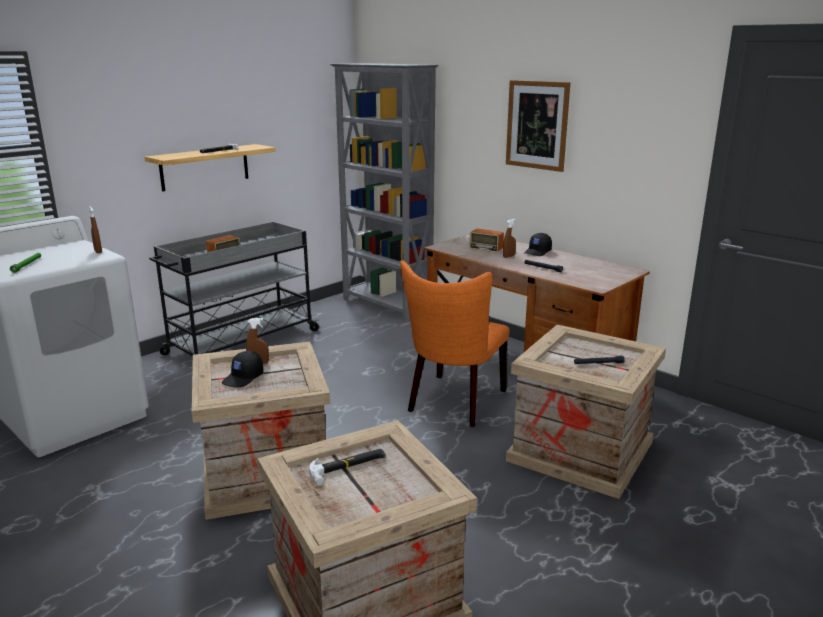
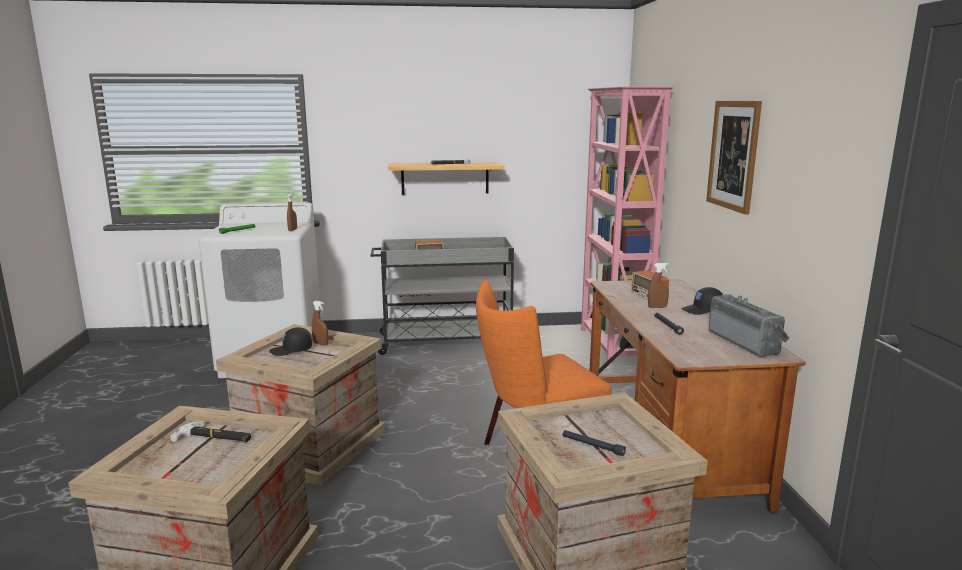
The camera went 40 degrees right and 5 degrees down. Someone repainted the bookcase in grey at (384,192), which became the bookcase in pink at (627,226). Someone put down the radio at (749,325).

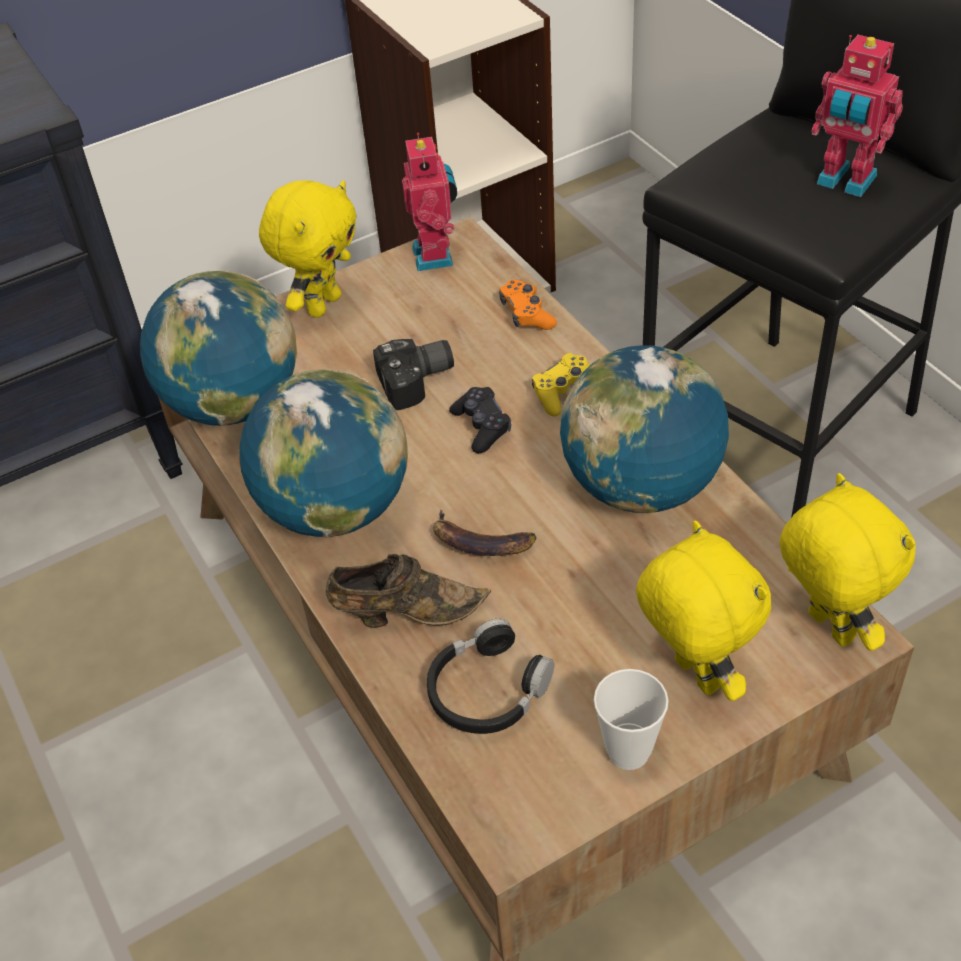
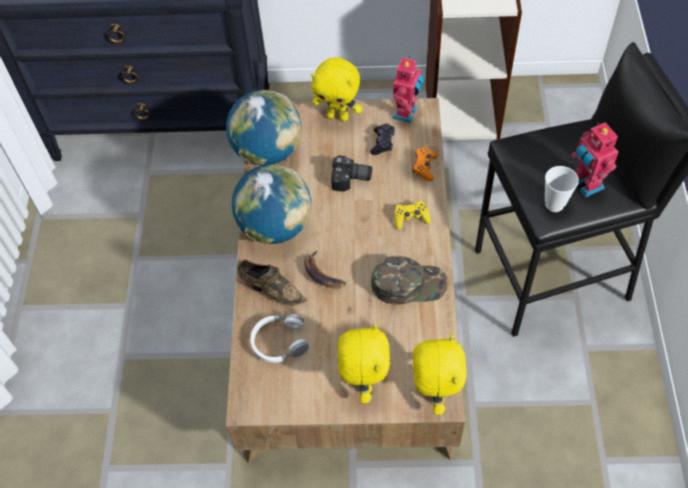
The camera went 30 degrees right and 10 degrees up. Someone repainted the headphones in black at (490,676), which became the headphones in white at (279,338). Someone rotated the plush toy in yellow at (308,249) by 45 degrees clockwise. Someone carried the game controller in black from (480,420) to (382,139). Someone swapped the globe at (644,429) for the cap in green at (409,280). Someone carried the cup from (631,719) to (562,189).

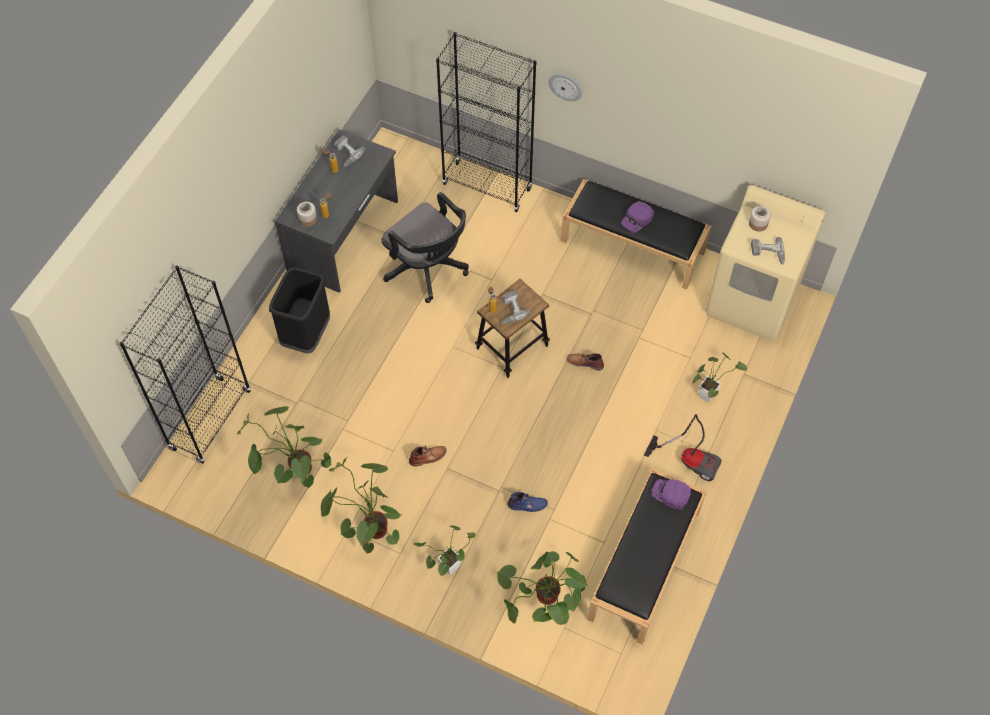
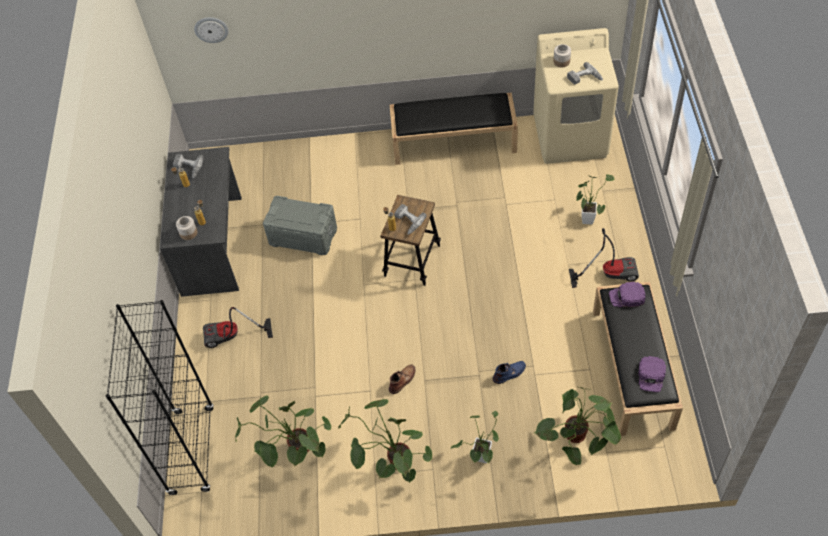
The camera went 25 degrees left and 5 degrees down. Someone carried the wall clock from (565,87) to (211,30). Someone swapped the trash can in black at (299,310) for the vacuum cleaner at (238,327). Someone swapped the office chair in black at (425,247) for the storage box in grey at (300,225). Someone carried the cap in purple from (637,217) to (652,374). Someone took away the bookcase in black at (486,122). Someone took away the boot in brown at (585,361).

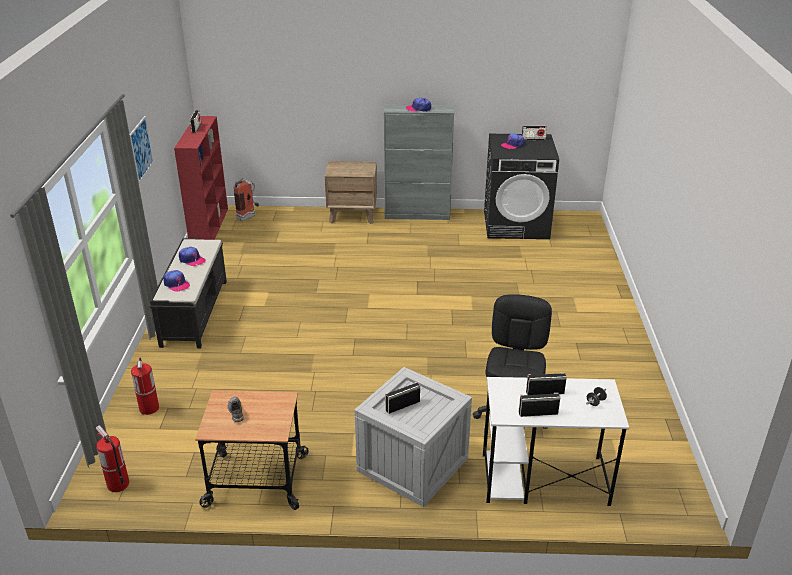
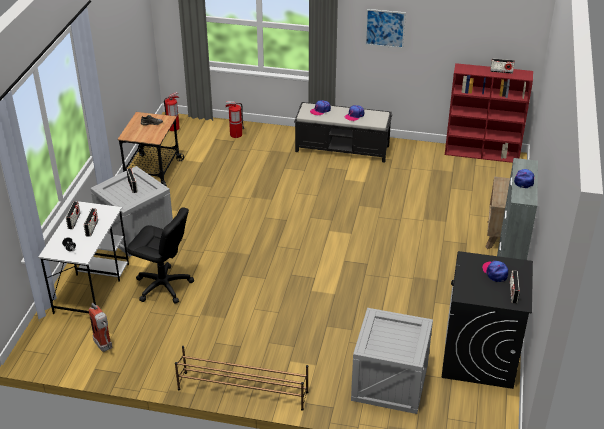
The camera went 100 degrees right and 5 degrees up. Someone carried the fire extinguisher from (246,199) to (101,327). Someone put down the shoe rack in brown at (241,378). Someone put down the crate at (392,361).

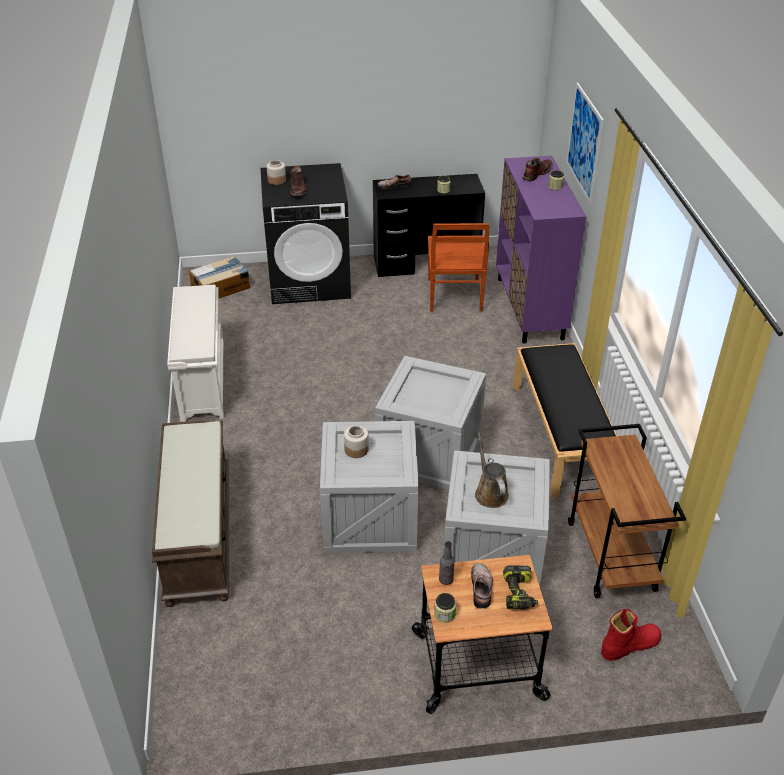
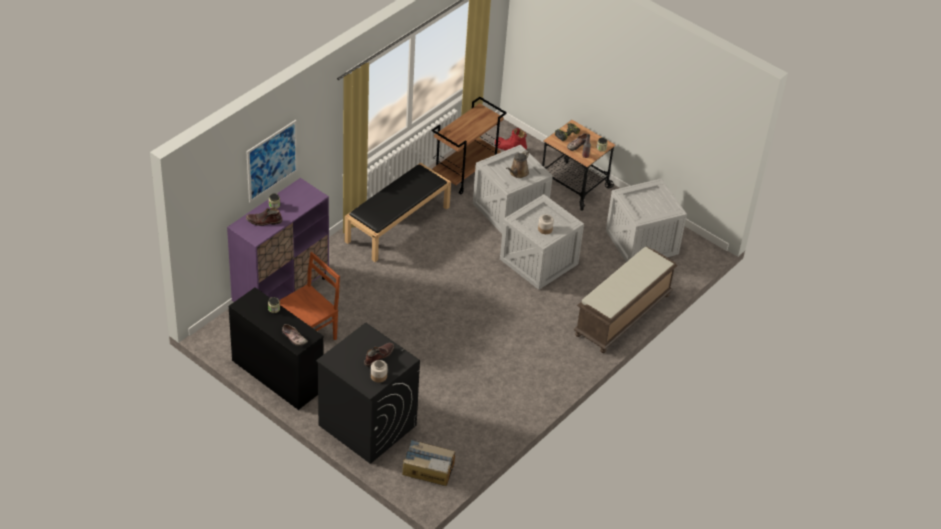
The camera went 135 degrees left and 5 degrees up. Someone carried the crate from (430,423) to (646,220). Someone took away the shoe rack in white at (195,353).

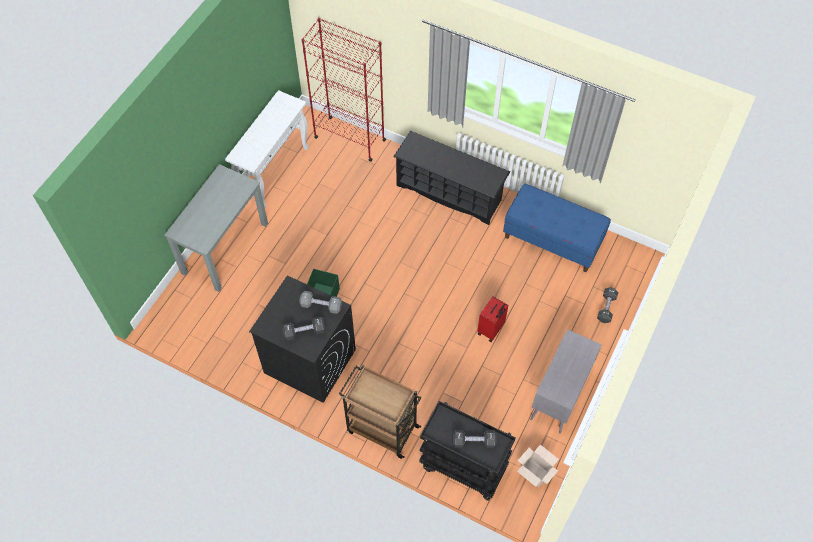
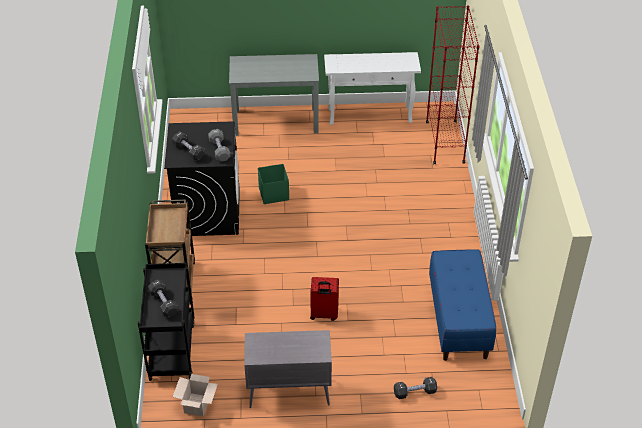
The camera went 60 degrees right and 15 degrees down. Someone took away the shoe rack in black at (451,178).

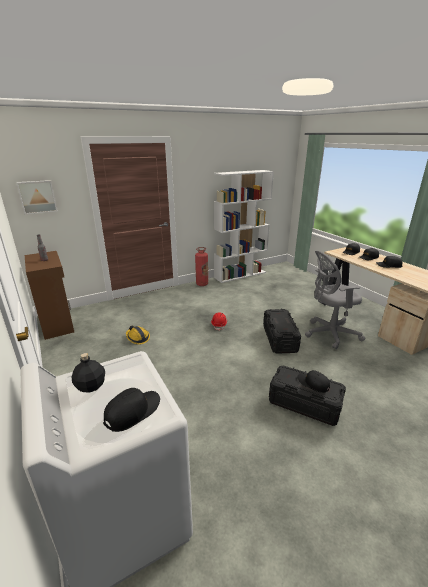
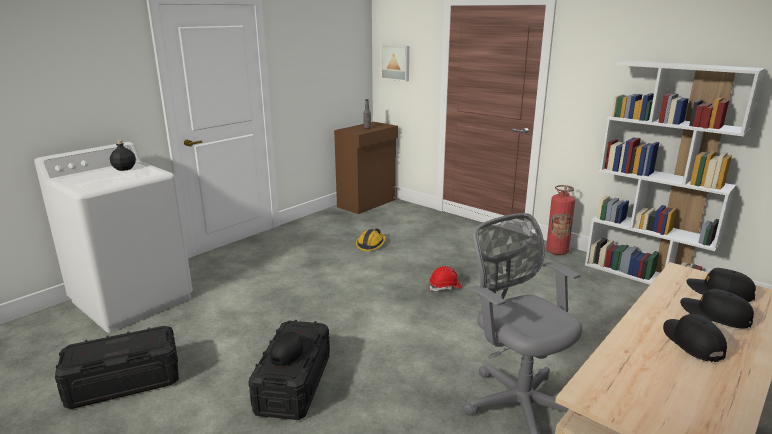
The camera went 70 degrees right and 5 degrees down. Someone carried the storage box in black from (282,331) to (117,367). Someone took away the cap in black at (131,410).

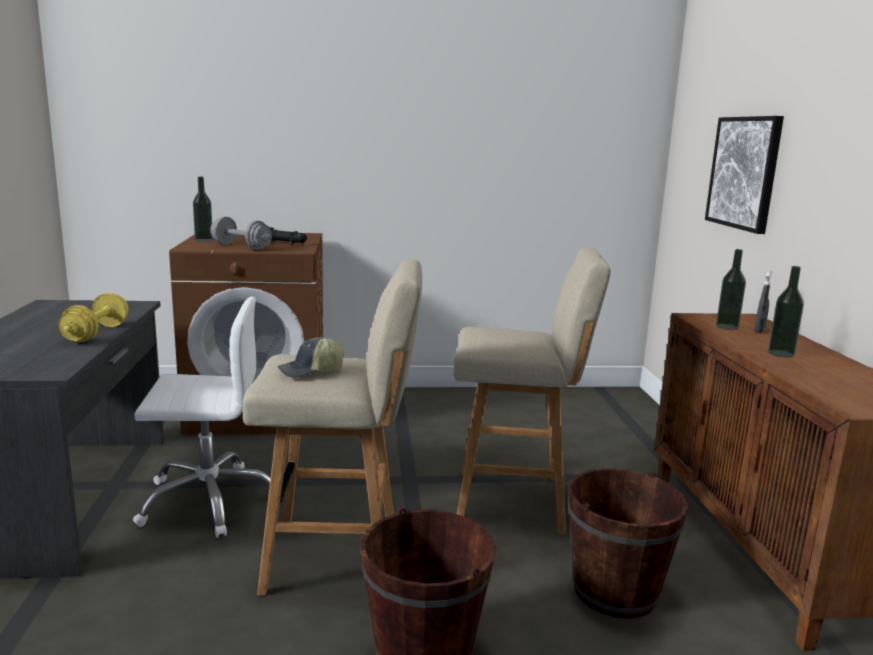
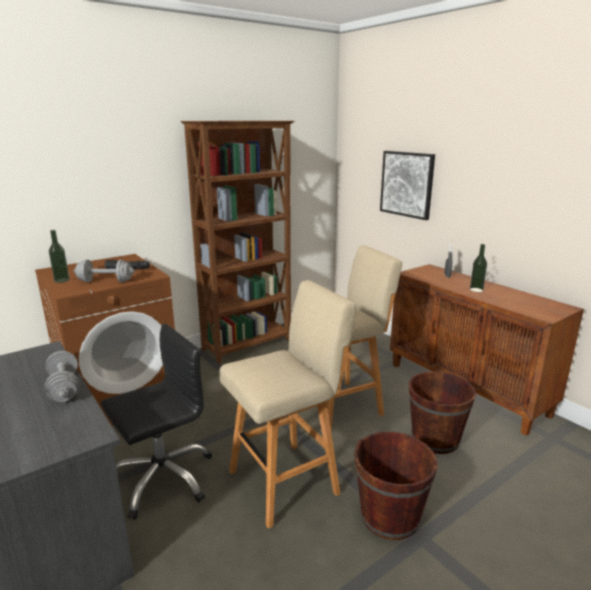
The camera went 30 degrees left and 5 degrees up. Someone repainted the dumbbell in yellow at (93,317), which became the dumbbell in grey at (62,376). Someone repainted the office chair in white at (202,417), which became the office chair in black at (156,421). Someone put down the bookcase in brown at (238,242). Someone took away the cap at (311,357). Someone took away the bottle at (731,289).

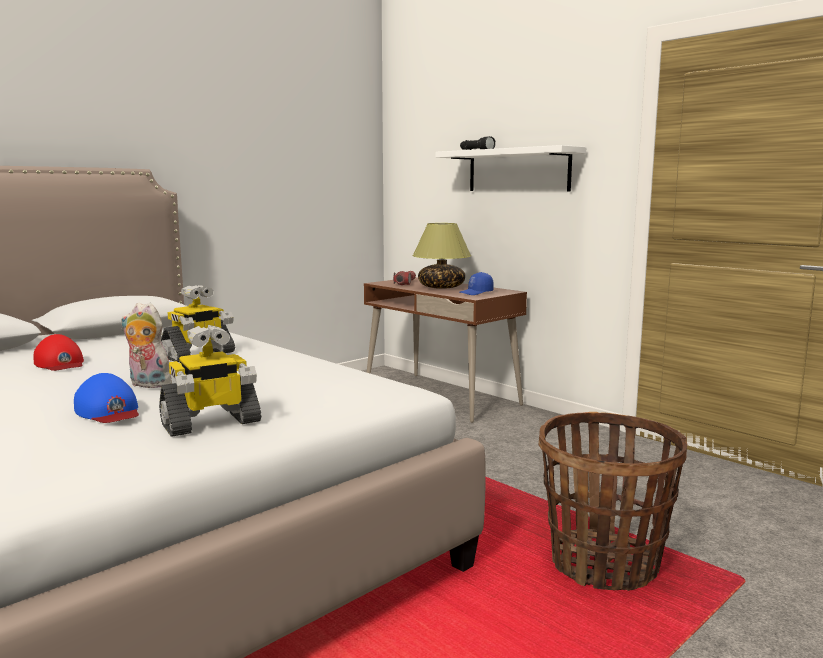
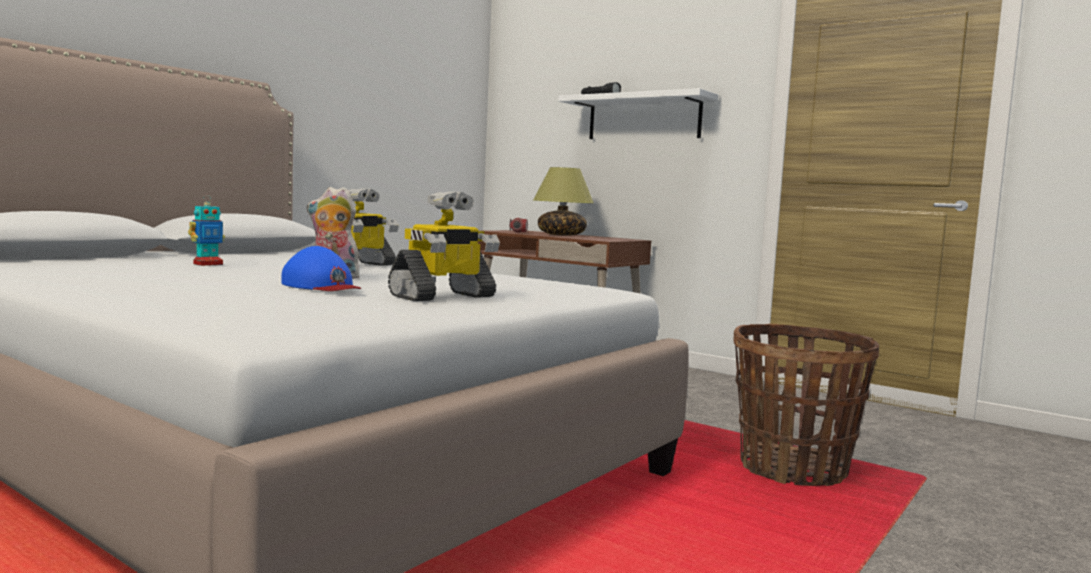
The camera went 10 degrees left and 5 degrees down. Someone swapped the cap in red at (59,352) for the toy robot at (206,230). Someone took away the cap in blue at (476,283).

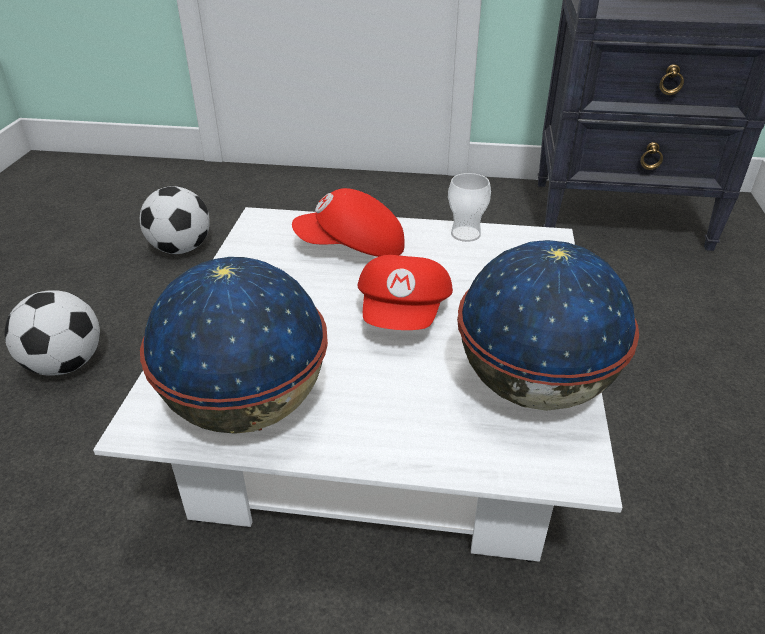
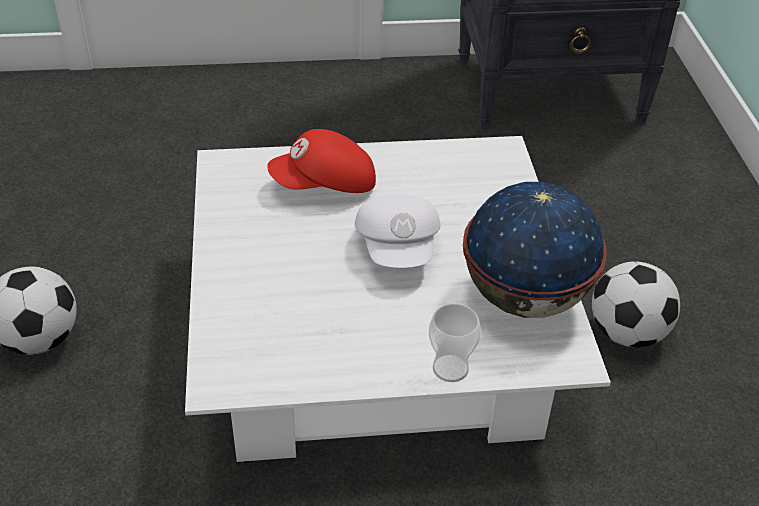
The camera went 15 degrees left and 5 degrees up. Someone repainted the cap in red at (405,292), which became the cap in white at (398,231). Someone carried the cup from (469,207) to (455,343). Someone carried the football from (175,220) to (636,304). Someone took away the globe at (234,345).

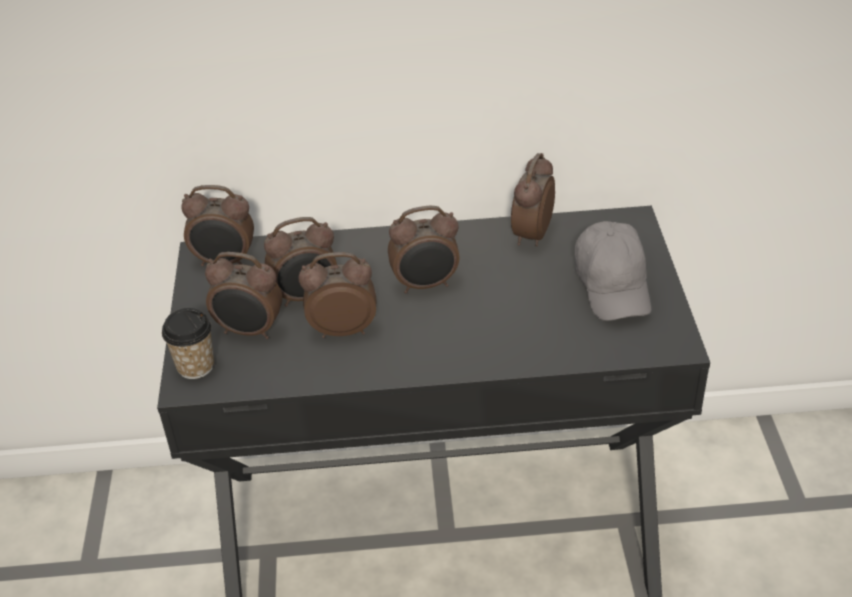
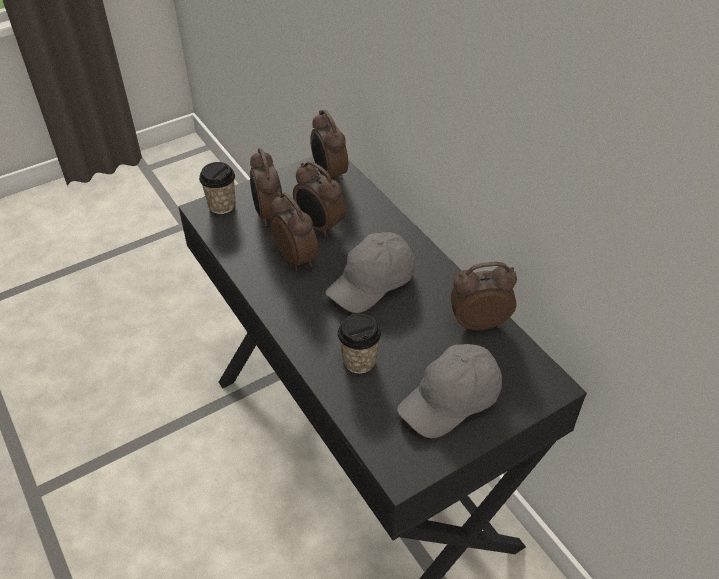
The camera went 60 degrees right and 5 degrees up. Someone swapped the alarm clock at (423,249) for the cap in grey at (370,272). Someone put down the cup at (359,343).

